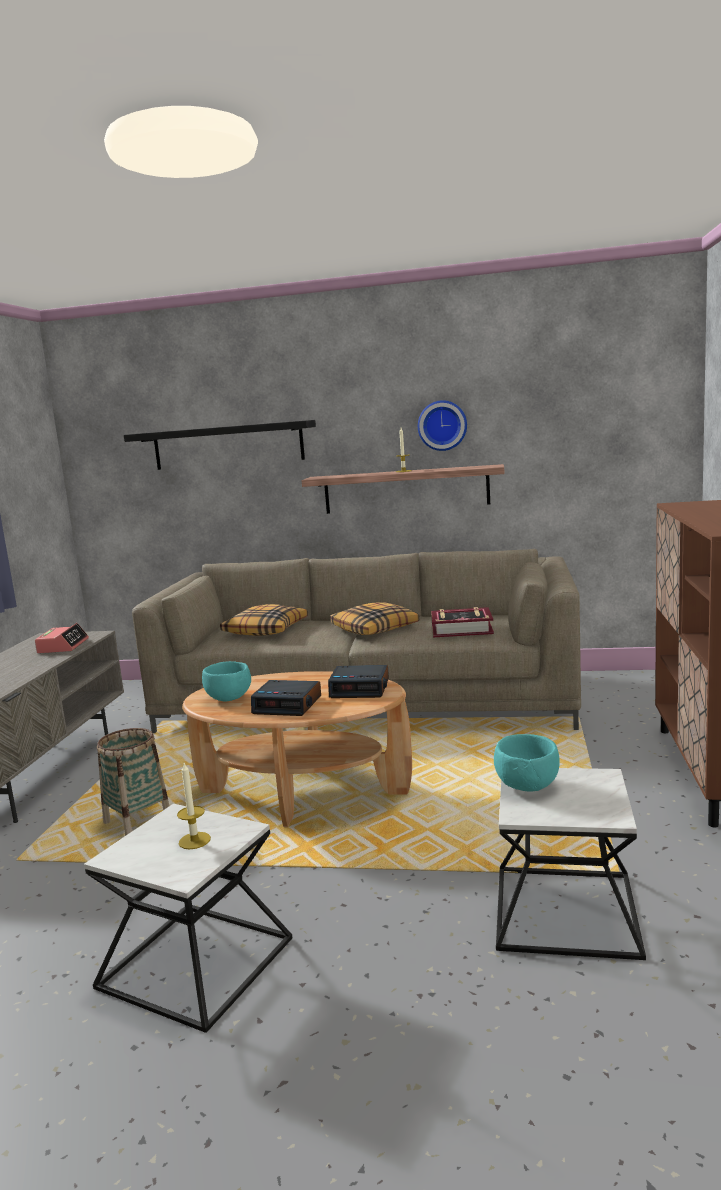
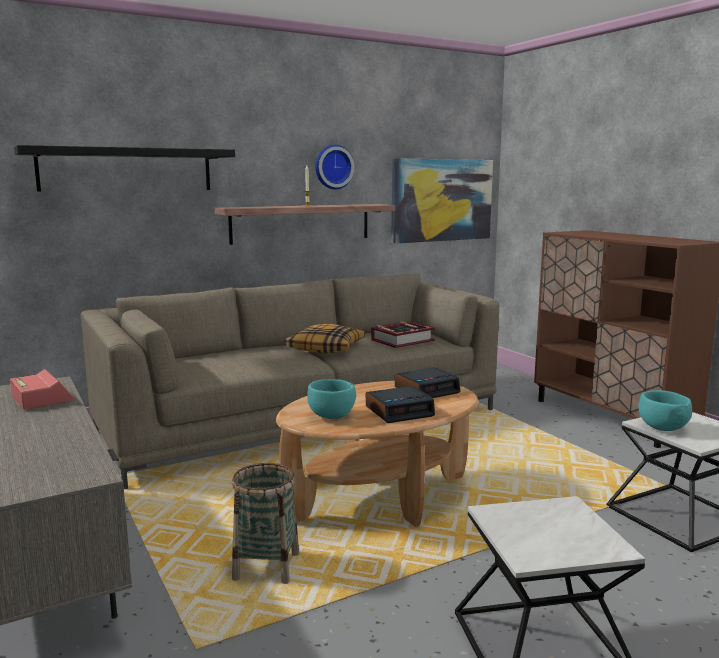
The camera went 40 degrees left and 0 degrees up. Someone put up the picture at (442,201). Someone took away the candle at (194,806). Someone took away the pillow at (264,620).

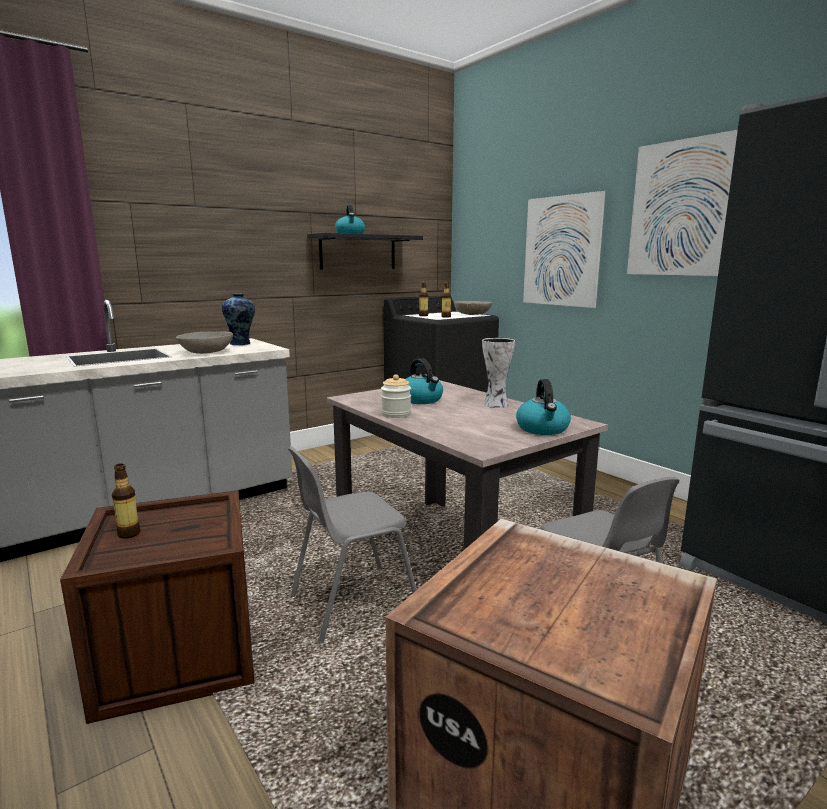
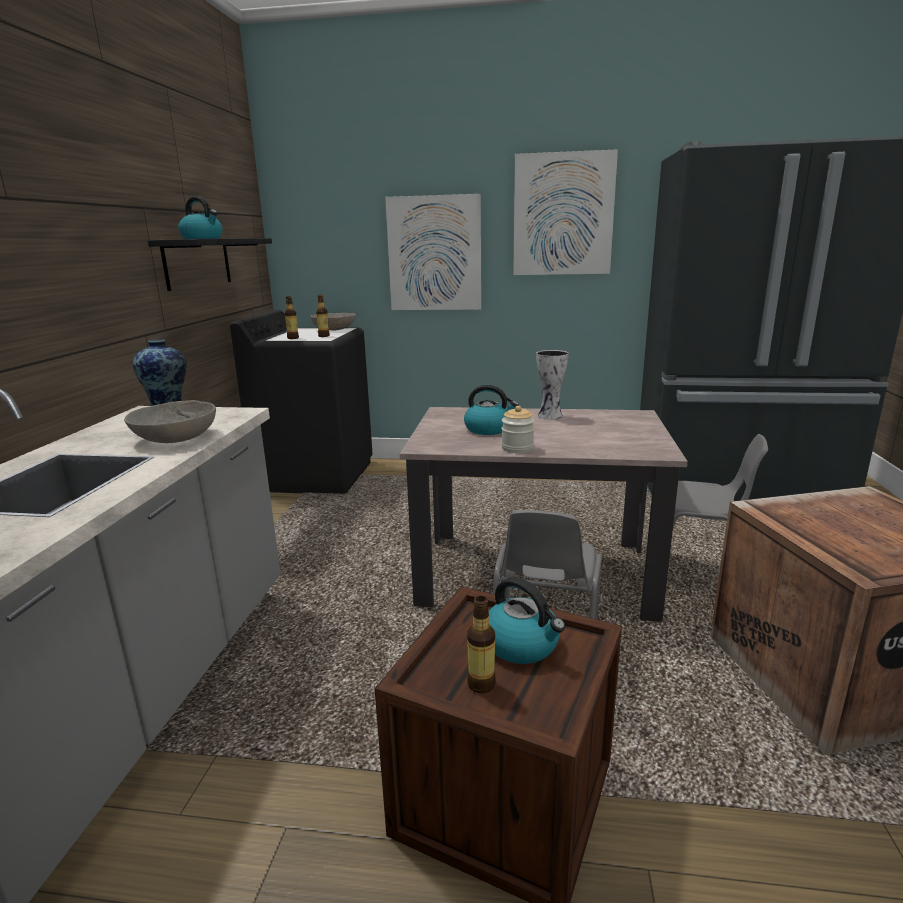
The camera went 45 degrees left and 5 degrees up. Someone carried the kettle from (543,407) to (526,620).

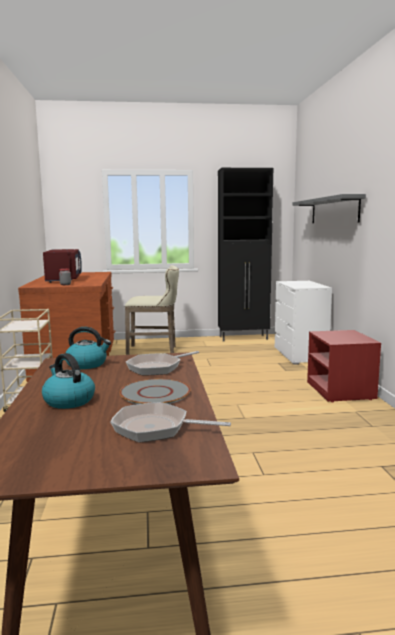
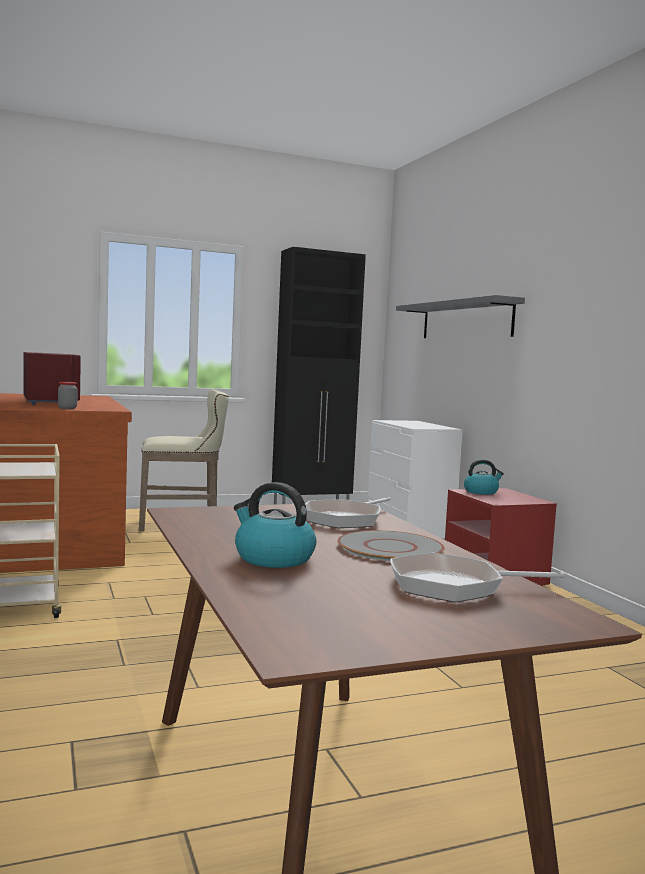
The camera went 15 degrees left and 5 degrees down. Someone carried the kettle from (88,348) to (484,477).

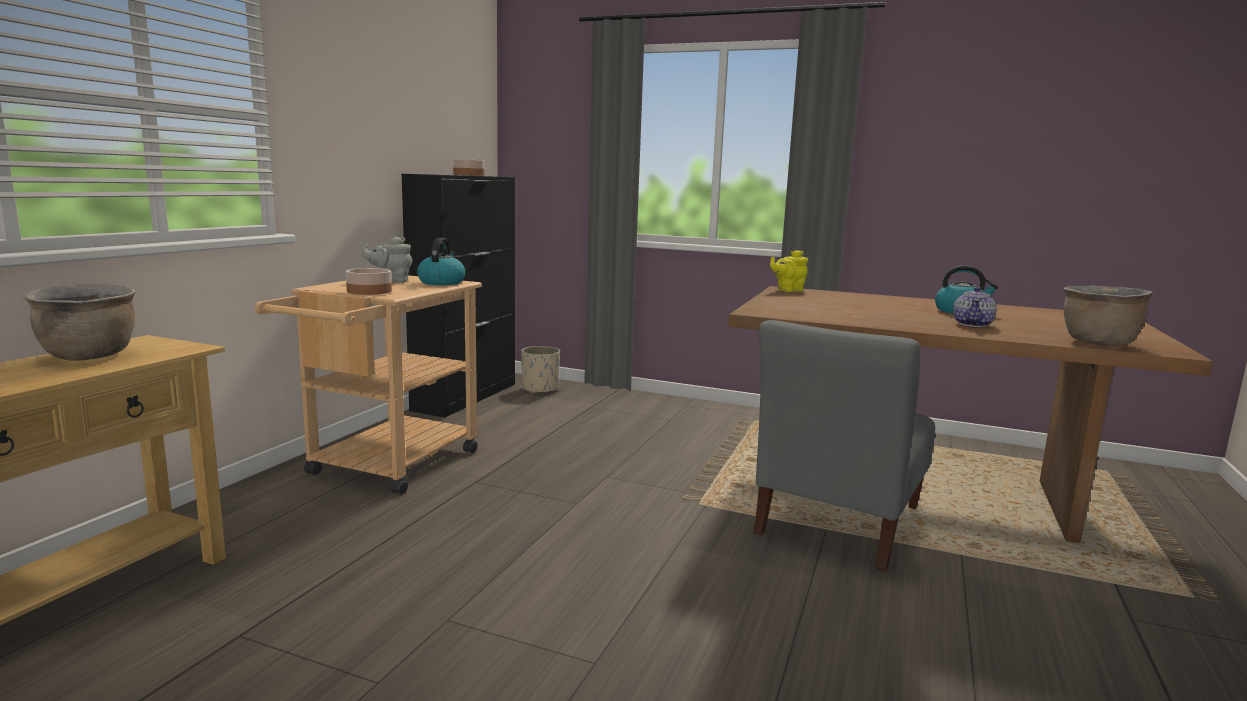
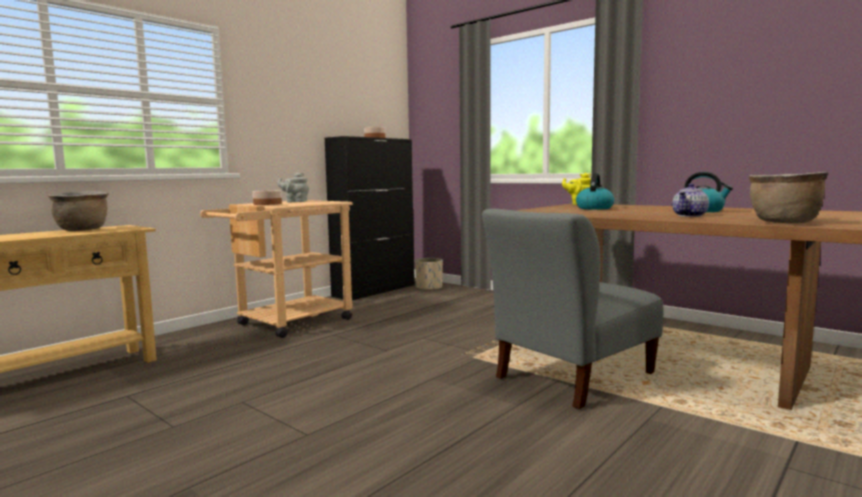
The camera went 20 degrees right and 5 degrees down. Someone carried the kettle from (441,261) to (595,191).

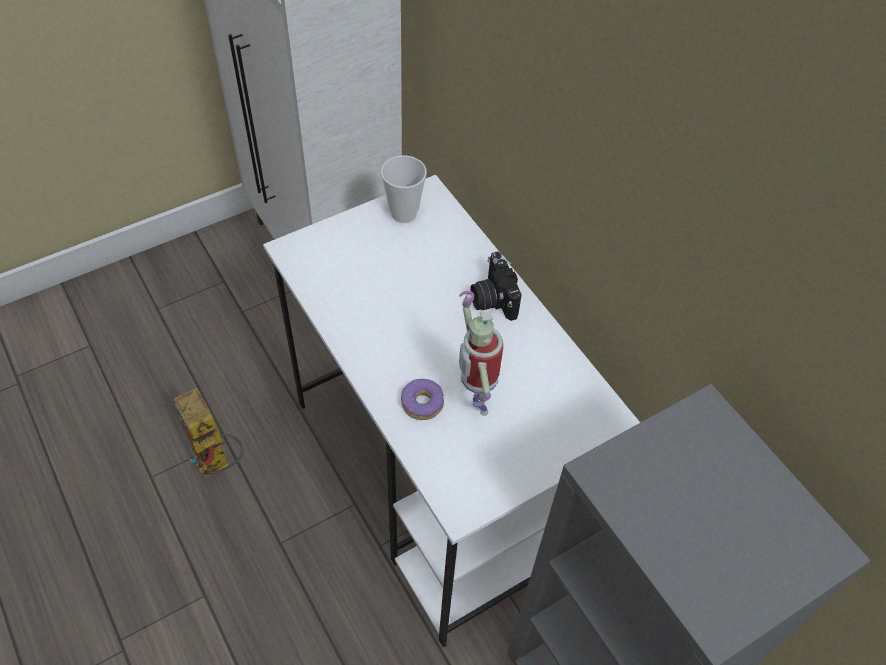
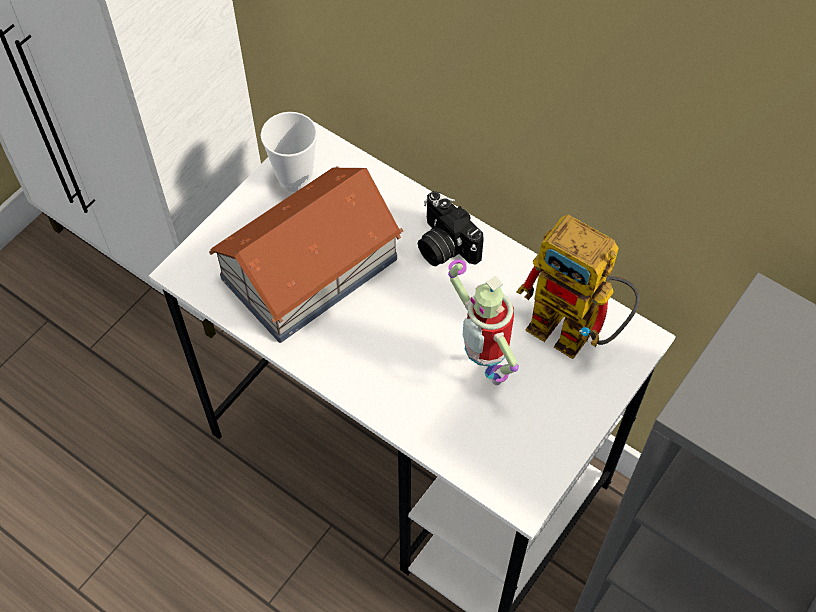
The camera went 20 degrees left and 5 degrees up. Someone put down the toy house at (306,254). Someone carried the toy robot from (208,432) to (578,287). Someone took away the donut at (422,399).

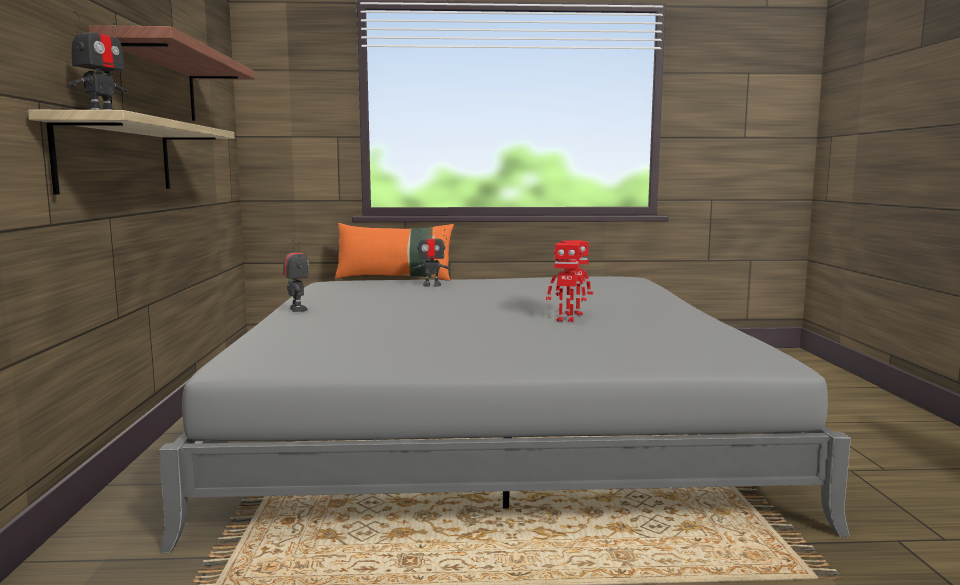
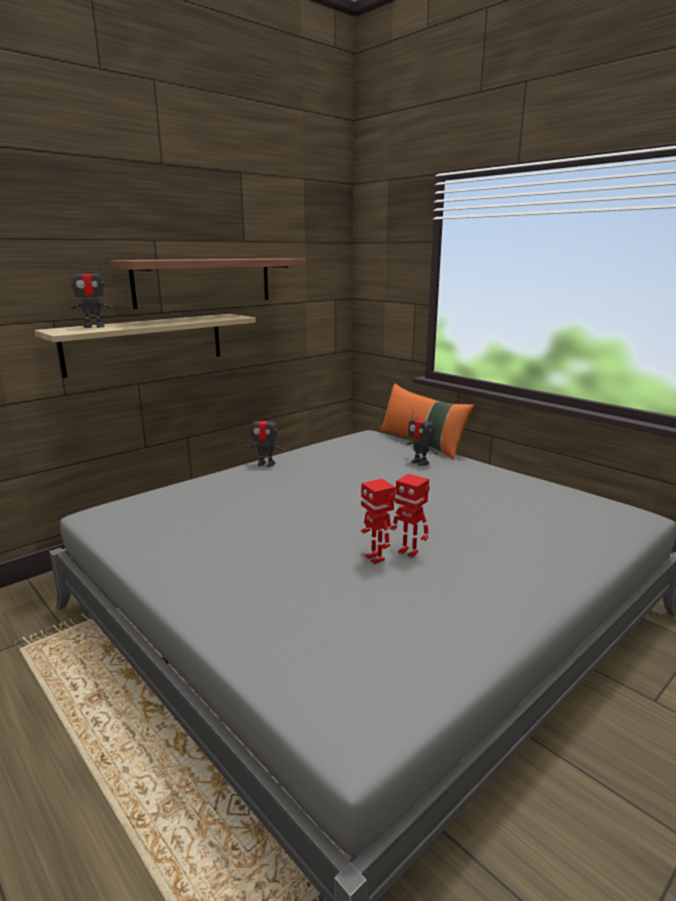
The camera went 50 degrees right and 10 degrees up. Someone rotated the toy robot at (295,276) by 75 degrees clockwise.

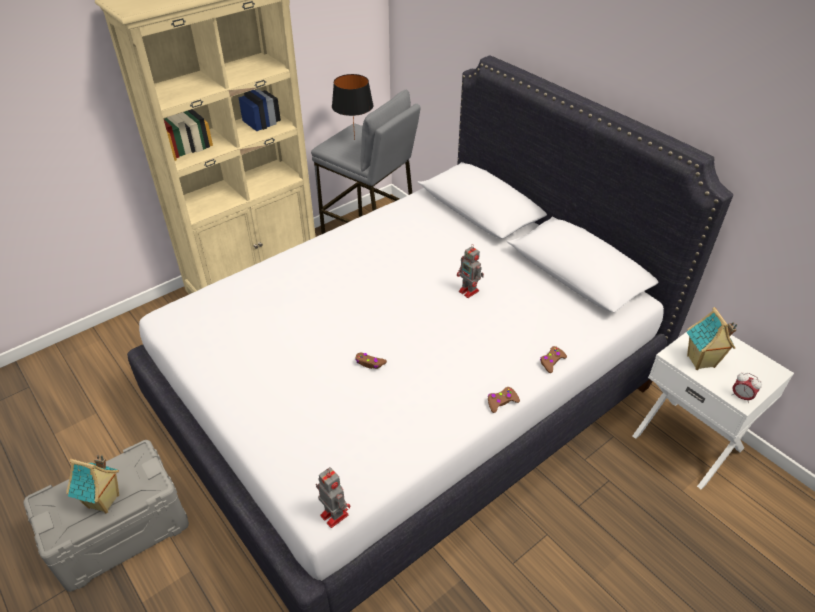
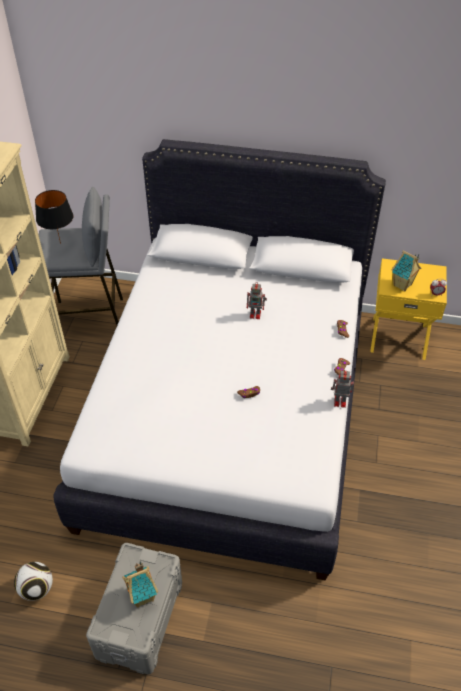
The camera went 40 degrees left and 5 degrees up. Someone put down the football at (33,581). Someone carried the toy robot from (333,497) to (342,389). Someone repainted the nightstand in white at (713,410), which became the nightstand in yellow at (408,309).

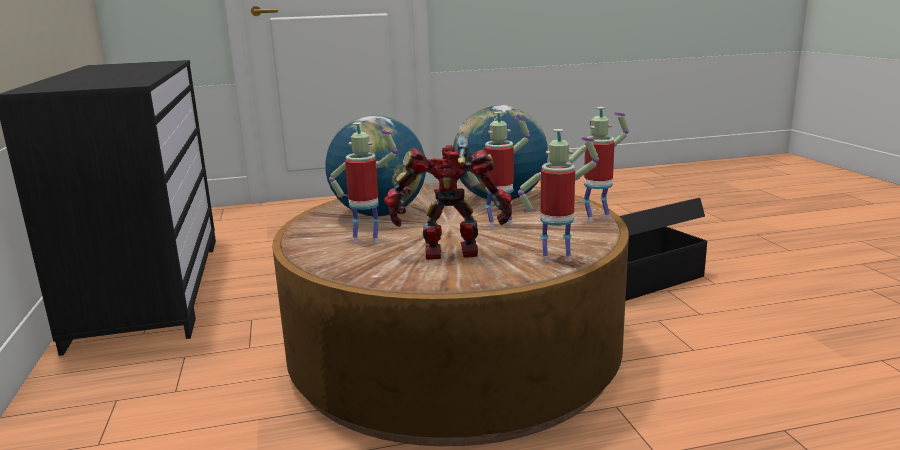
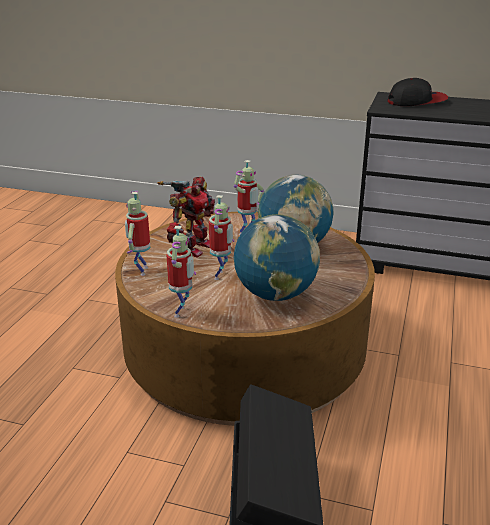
The camera went 120 degrees right and 10 degrees up. Someone rotated the toy robot at (558,195) by 150 degrees clockwise. Someone put down the cap at (417,92).

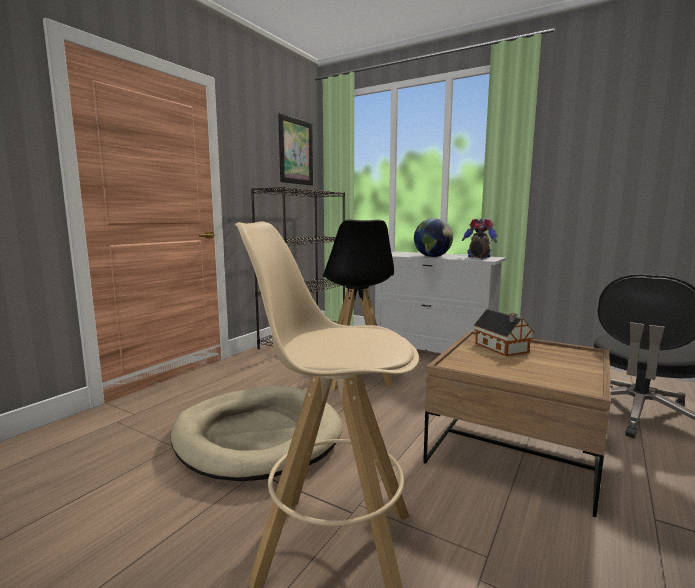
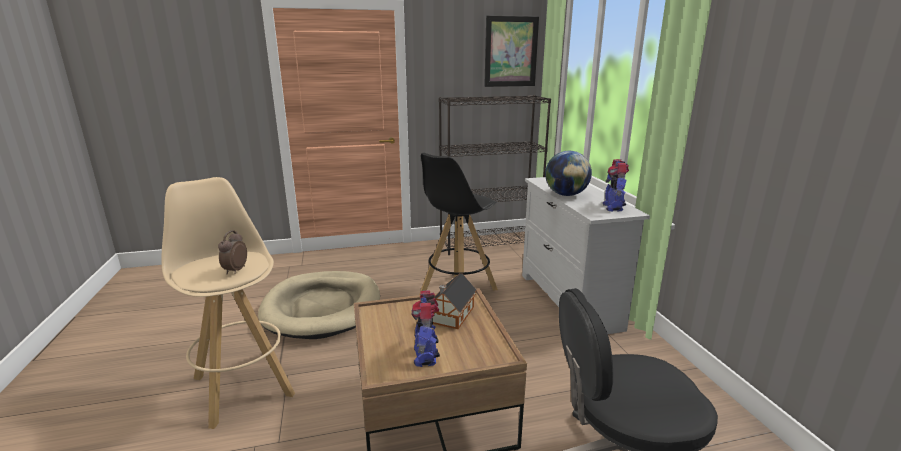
The camera went 45 degrees right and 10 degrees up. Someone carried the alarm clock from (479,245) to (232,252). Someone put down the toy robot at (425,329).

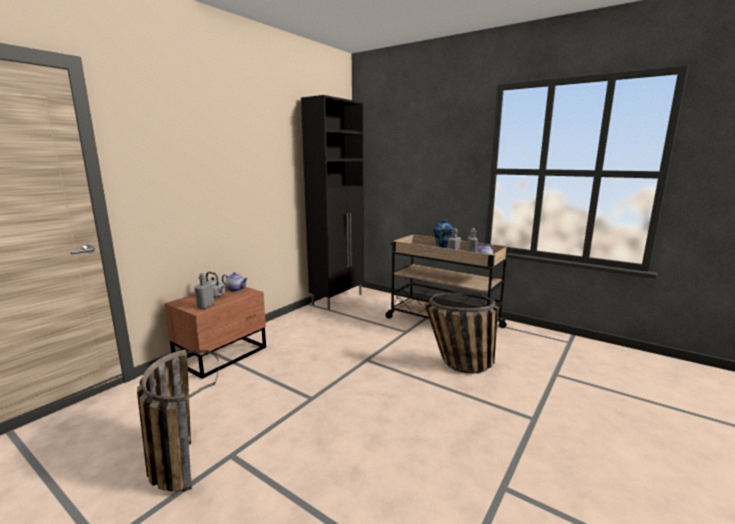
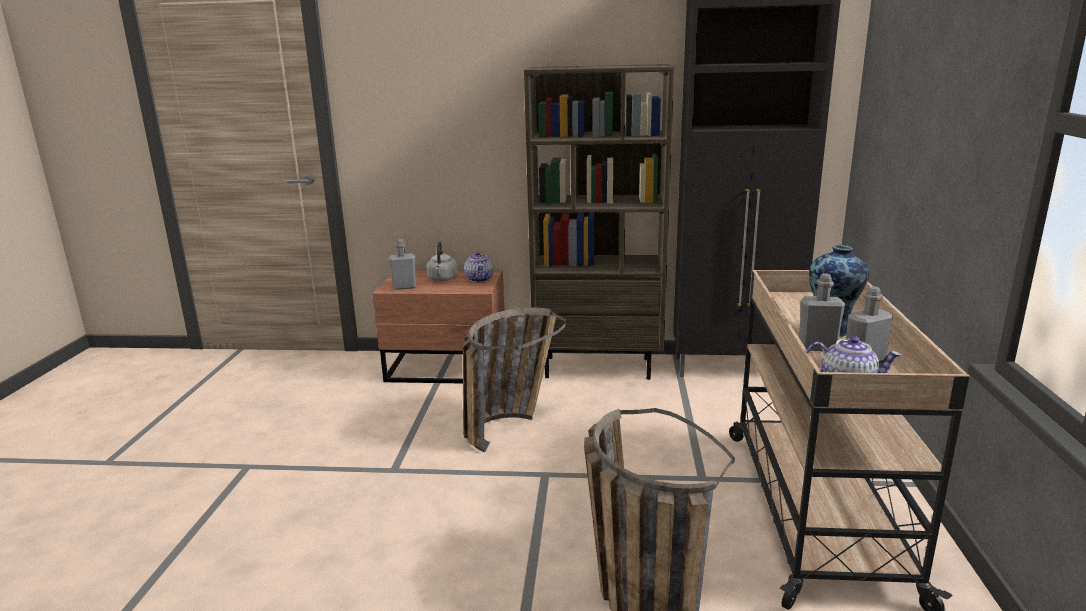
The camera went 60 degrees right and 5 degrees up. Someone carried the basket from (178,420) to (514,380). Someone put down the bookcase in brown at (599,222).

